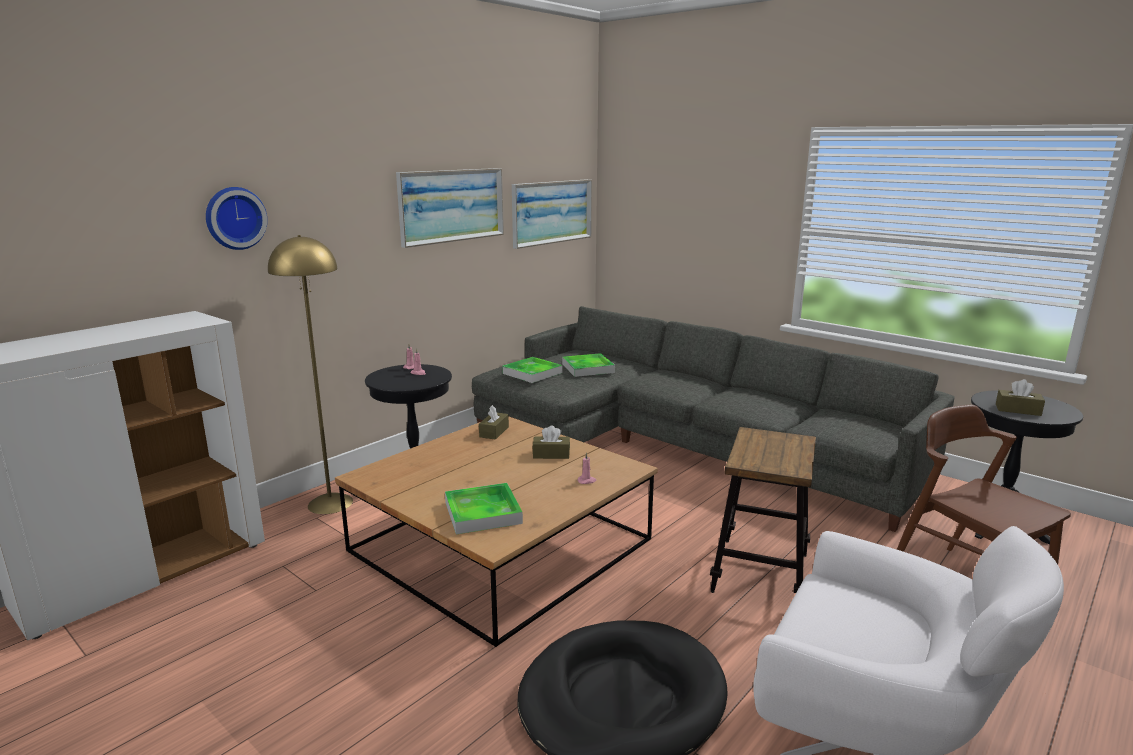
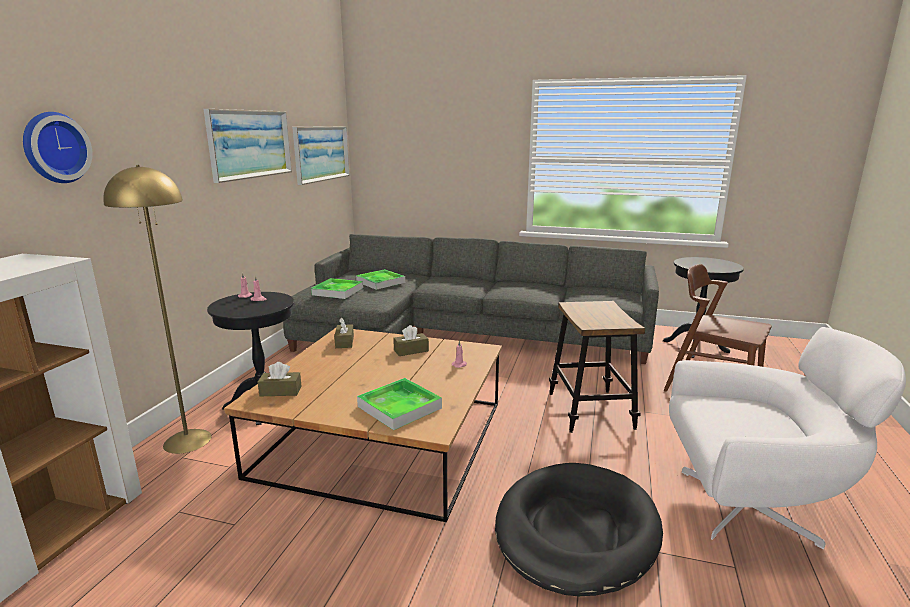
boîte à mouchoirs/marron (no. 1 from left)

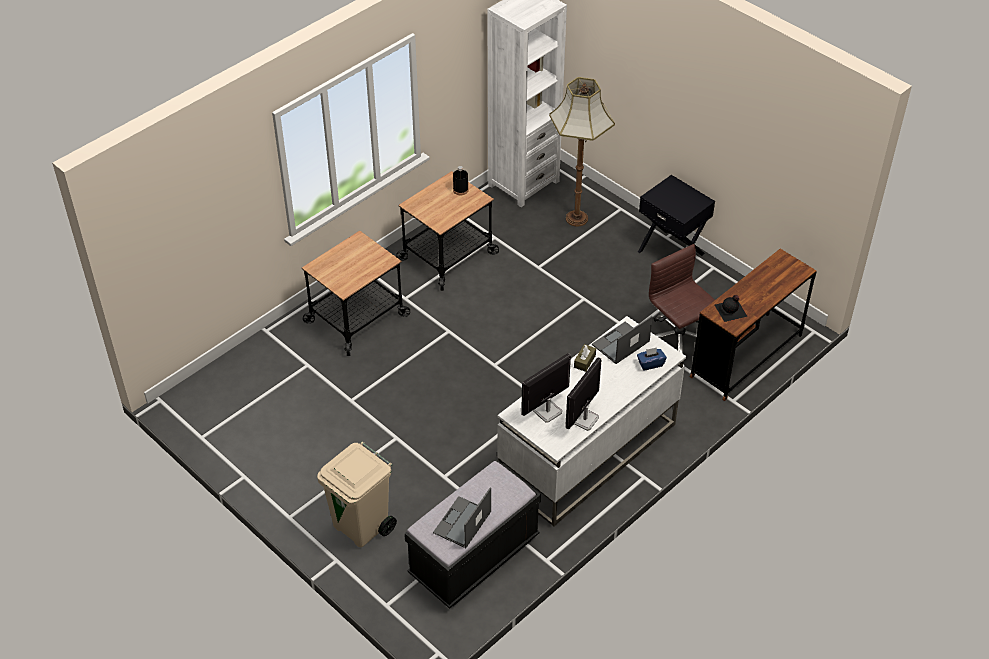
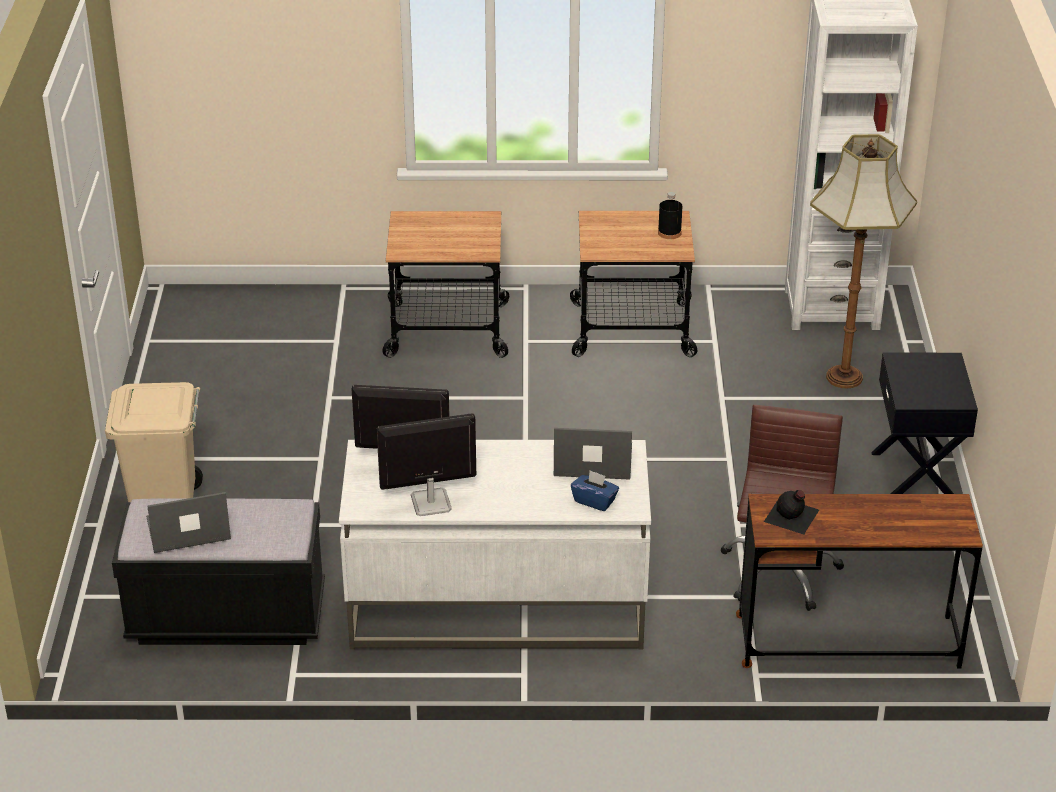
boîte à mouchoirs/marron

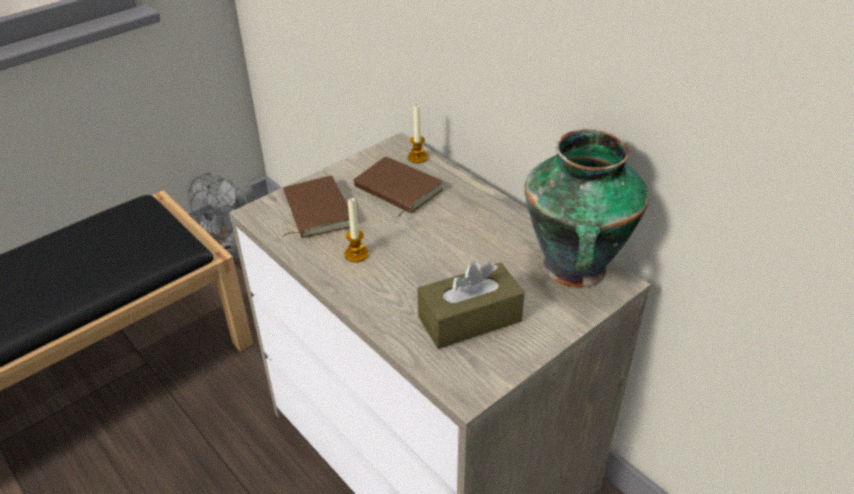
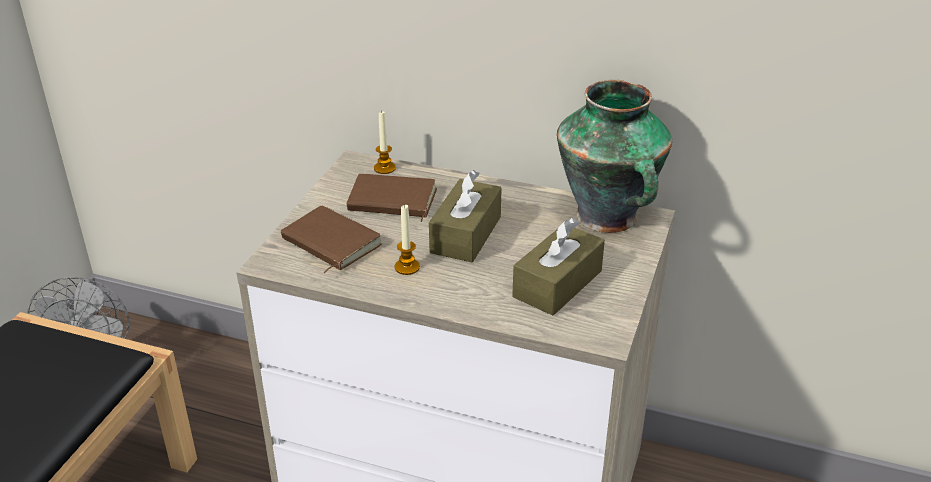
boîte à mouchoirs/marron (no. 1 from left)

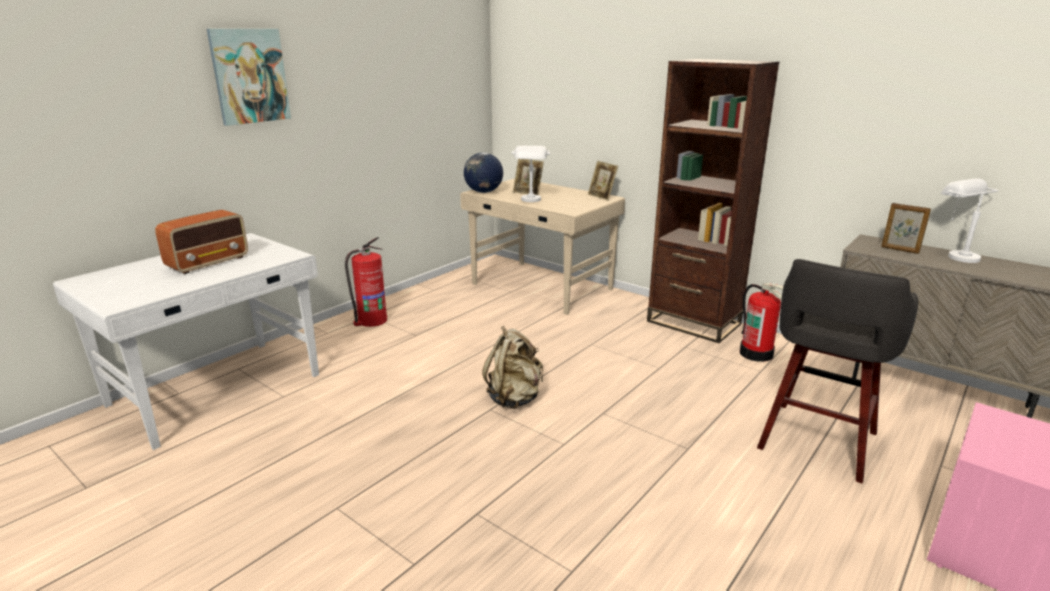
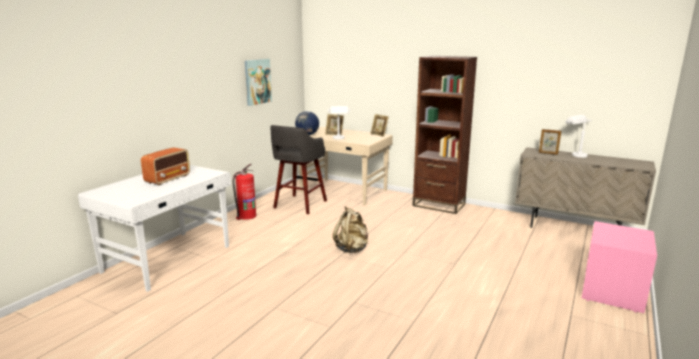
tableau; tabouret/gris; extincteur (no. 2 from left in the first image)

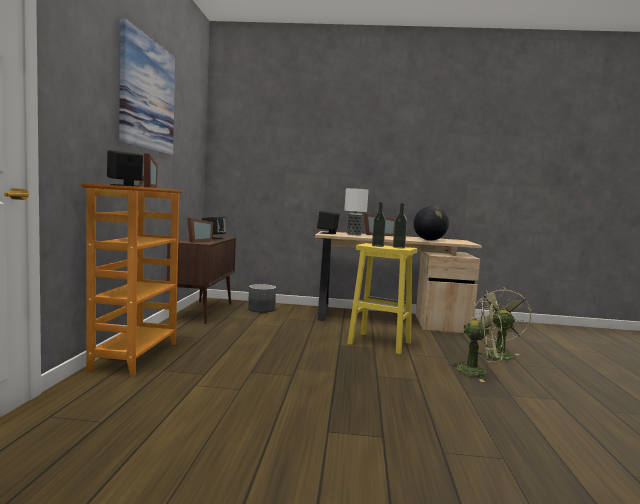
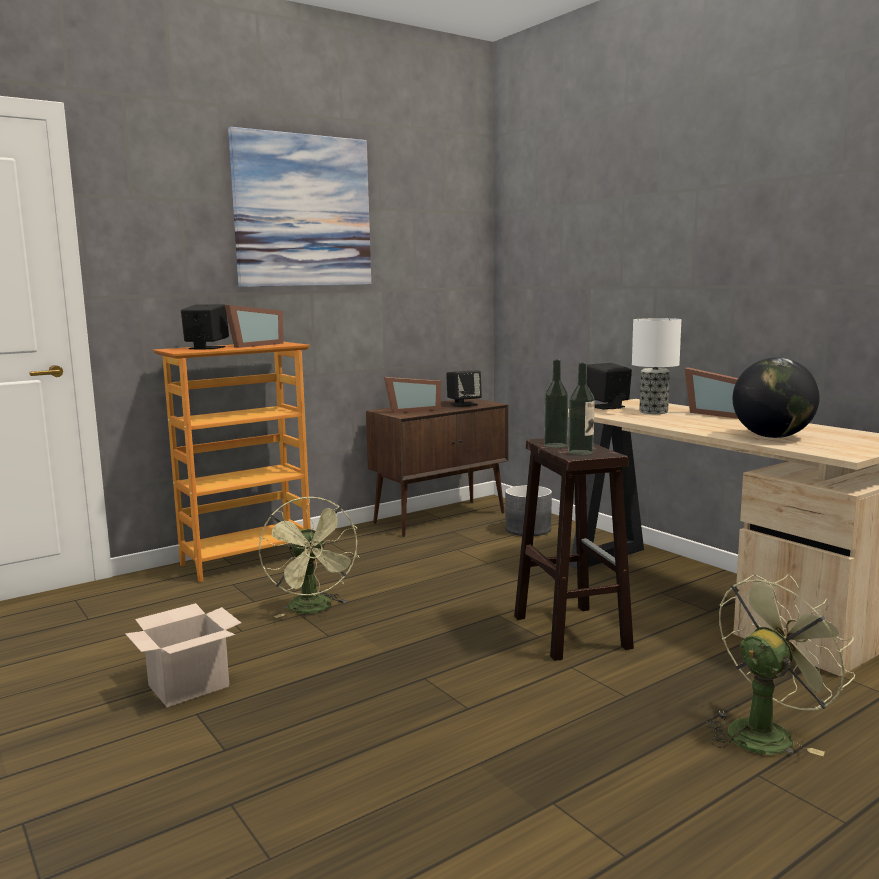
tabouret/marron; ventilateur/vert (no. 1 from left); carton

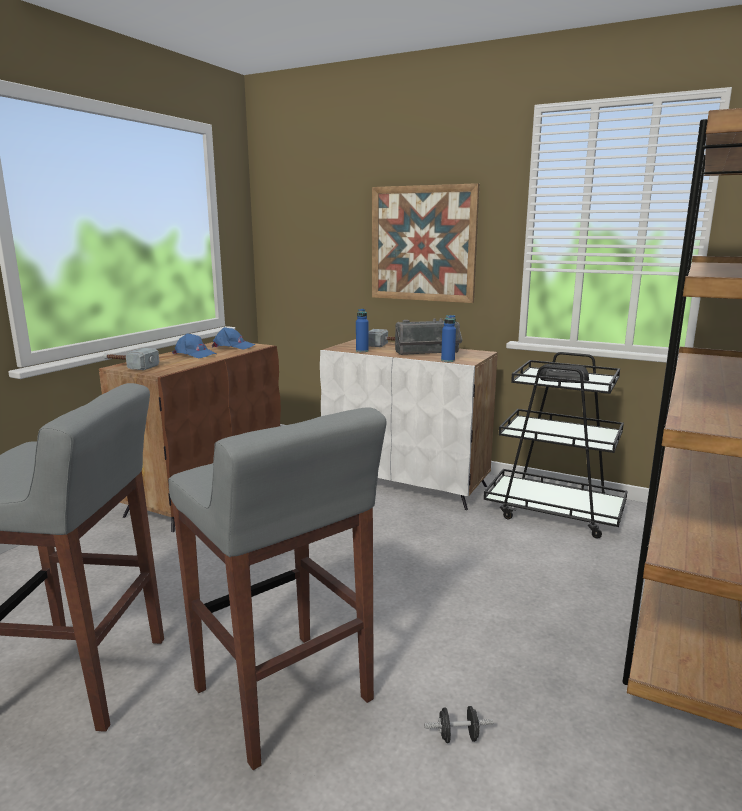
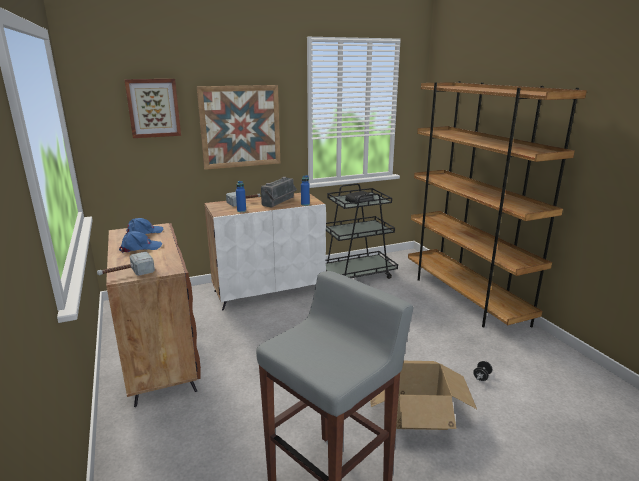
carton; tableau (no. 1 from left)

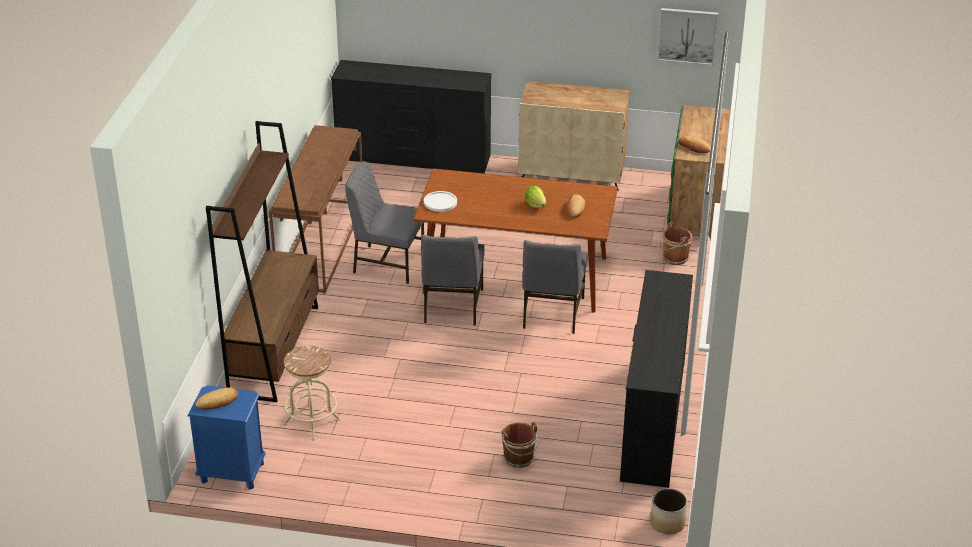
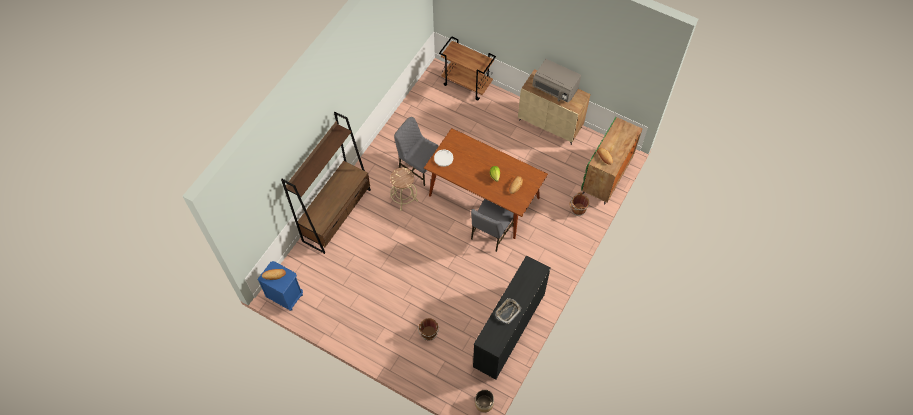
tableau; chariot/marron; table console/marron; chaise/gris (no. 2 from left in the first image); tabouret/beige; micro-ondes/gris; plateau

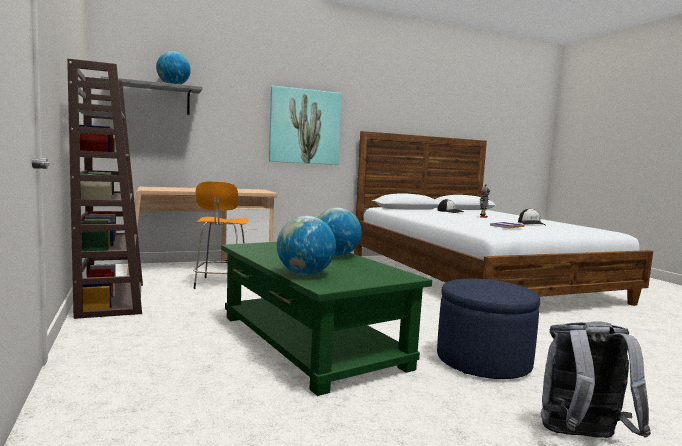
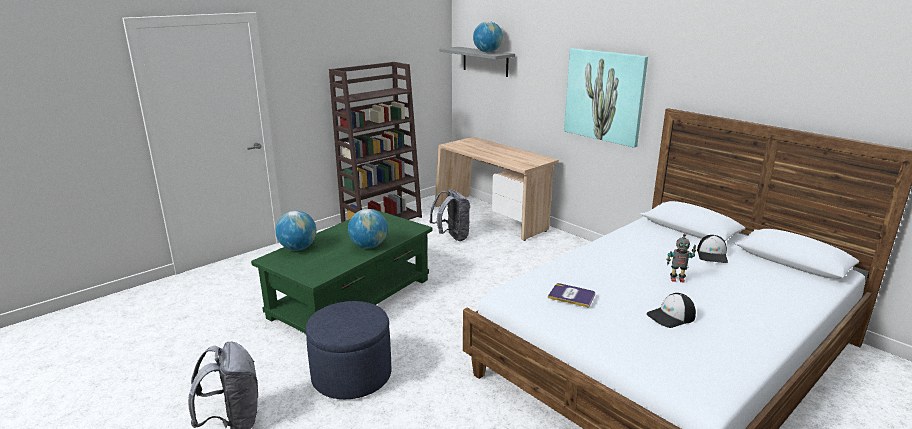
sac à dos/gris (no. 2 from left)

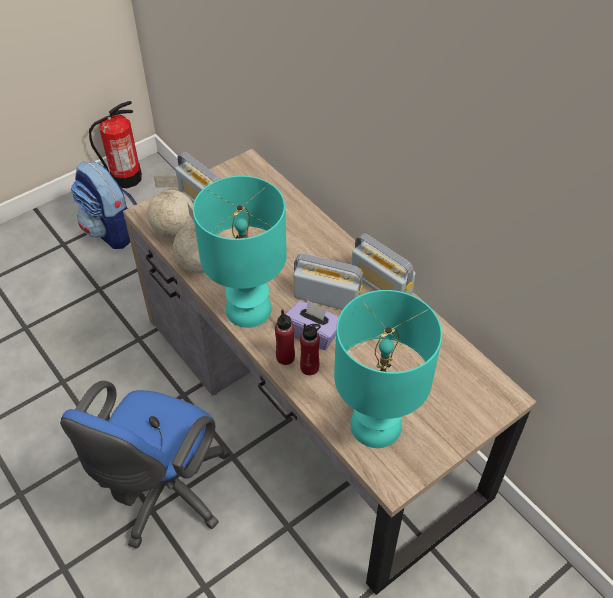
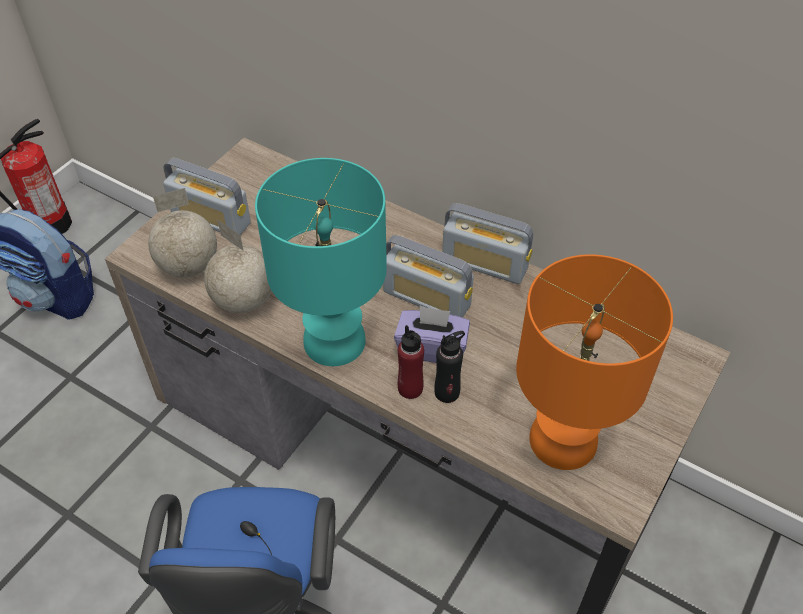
radio (no. 2 from left); lampe de table/orange; bouteille/noir

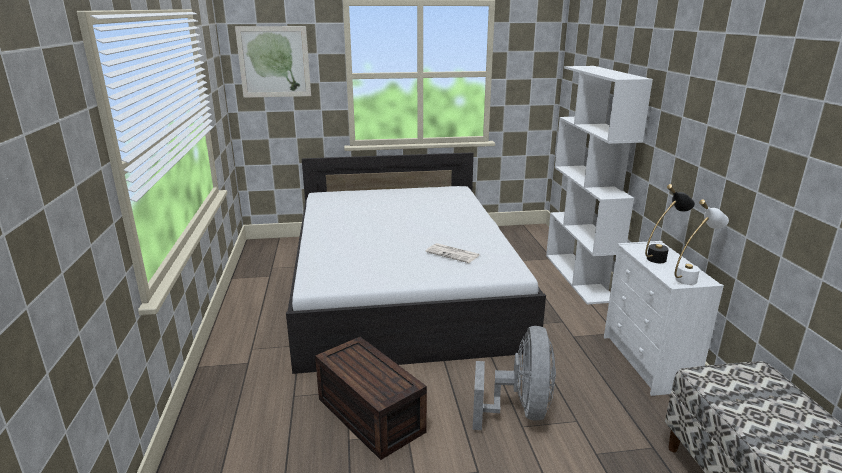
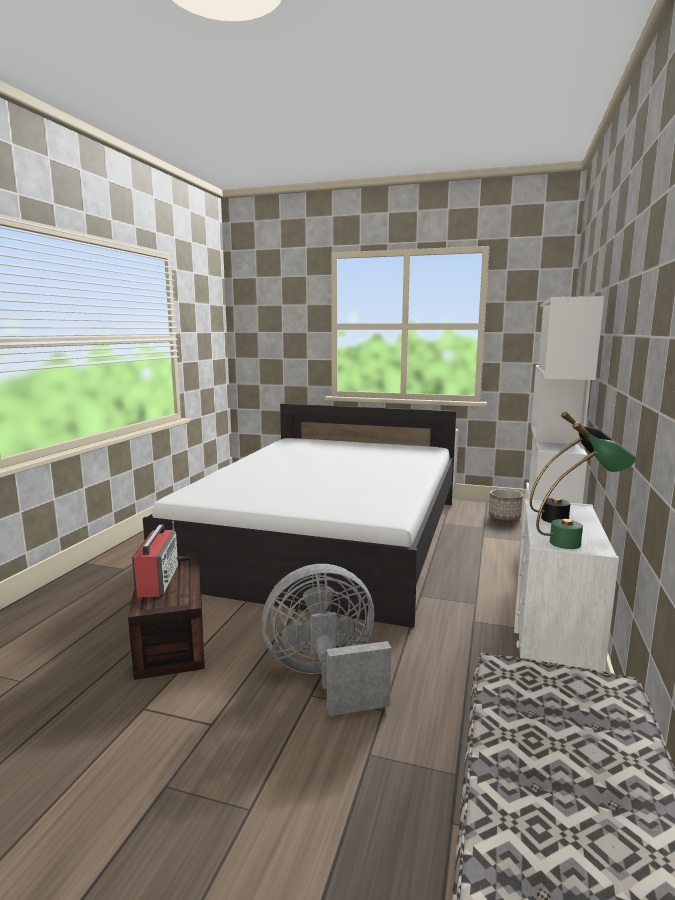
tableau; lampe de table/vert; journal; ventilateur/gris; cache-pot; radio

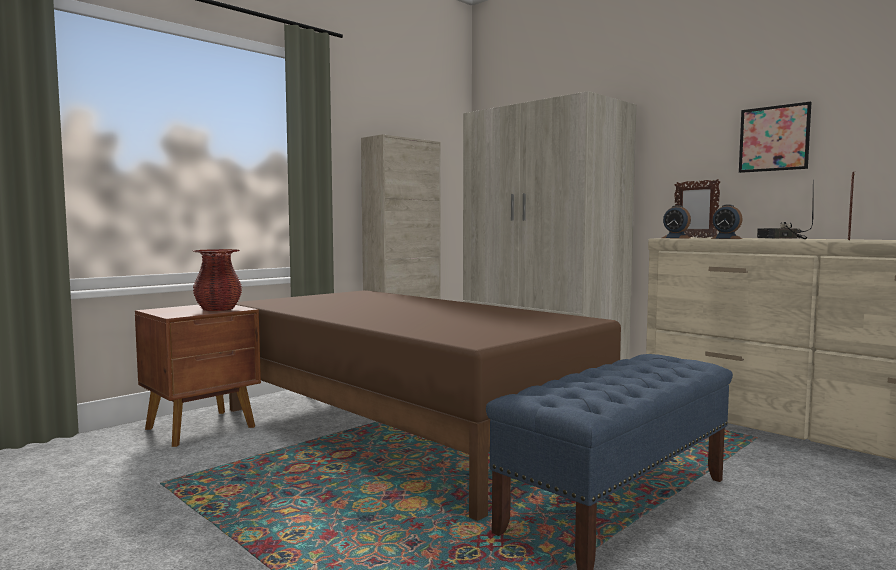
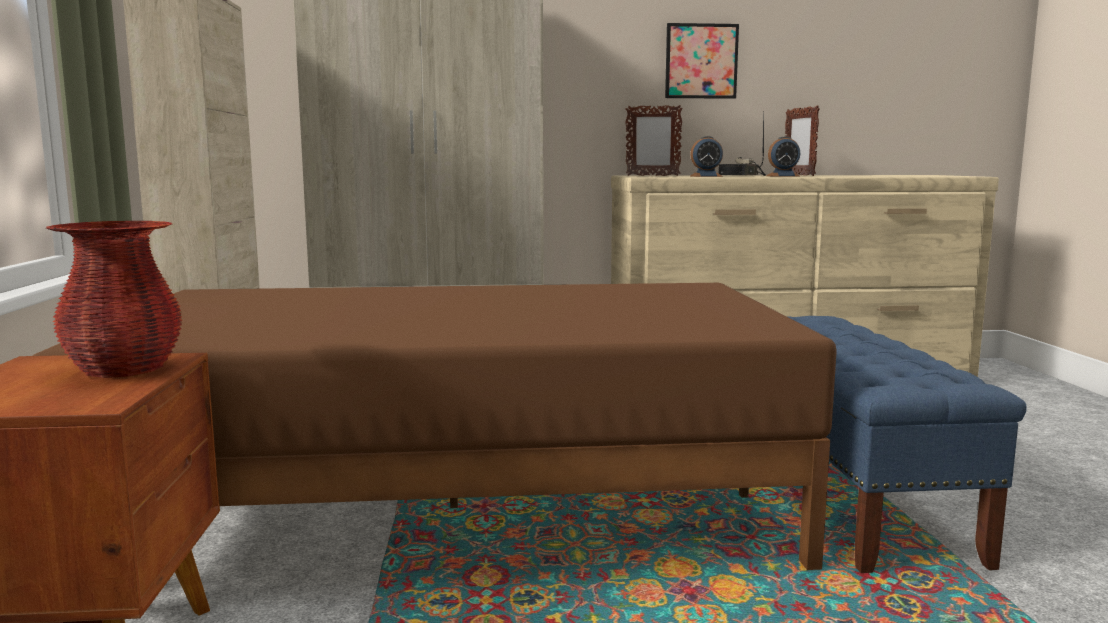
réveil (no. 2 from left)

